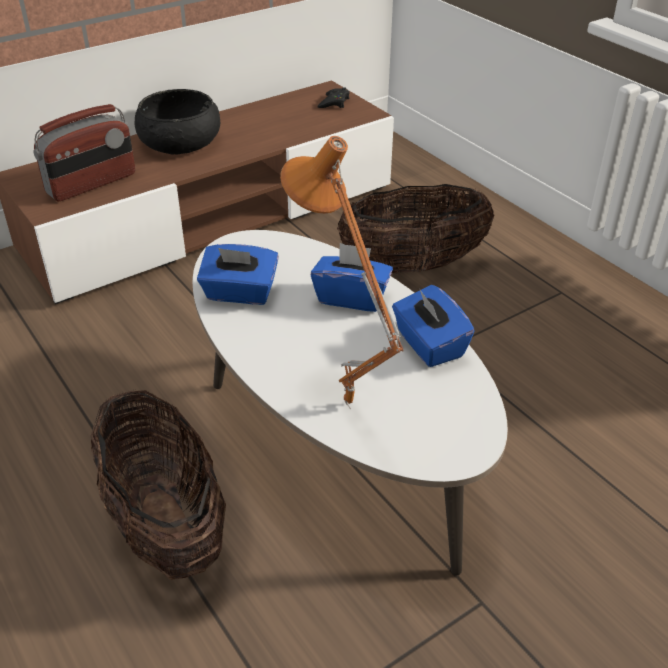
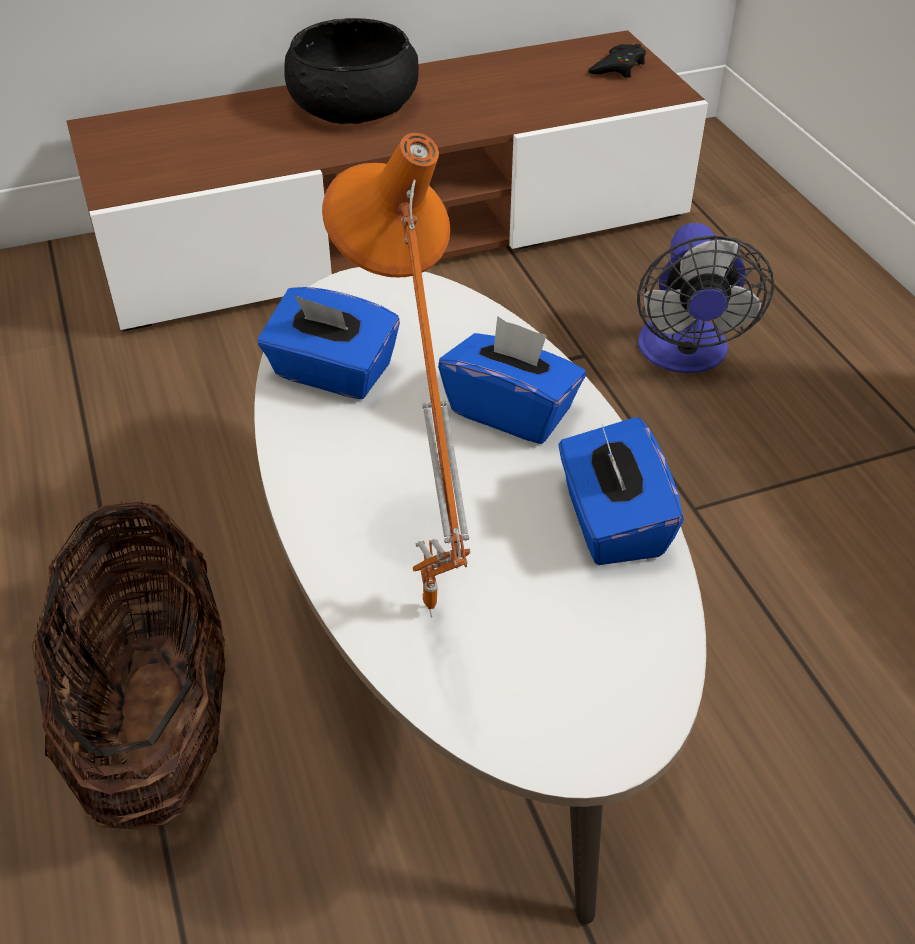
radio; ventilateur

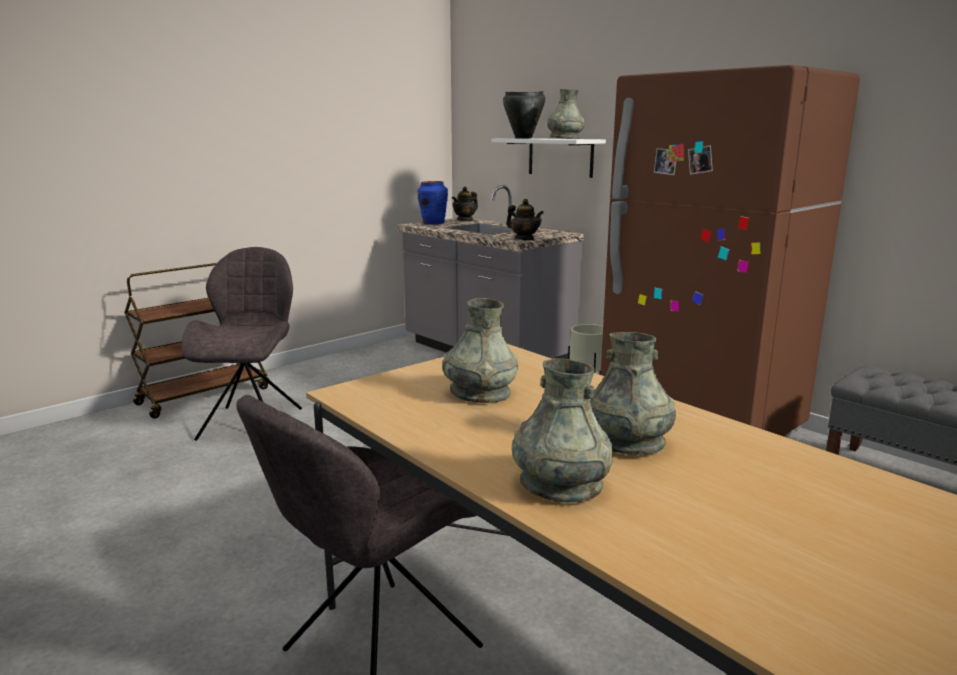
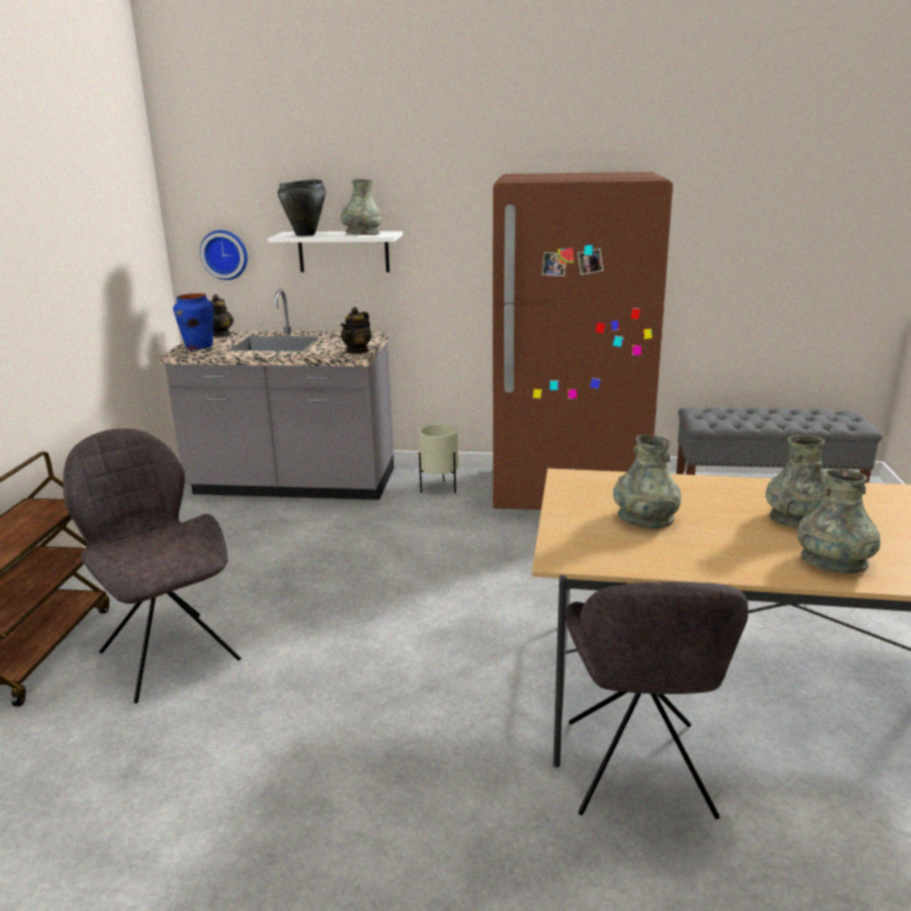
théière (no. 2 from left); horloge murale

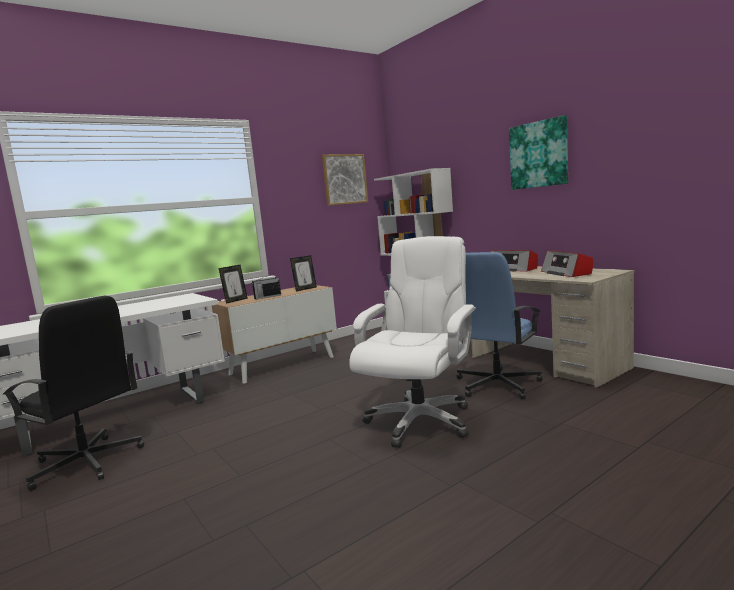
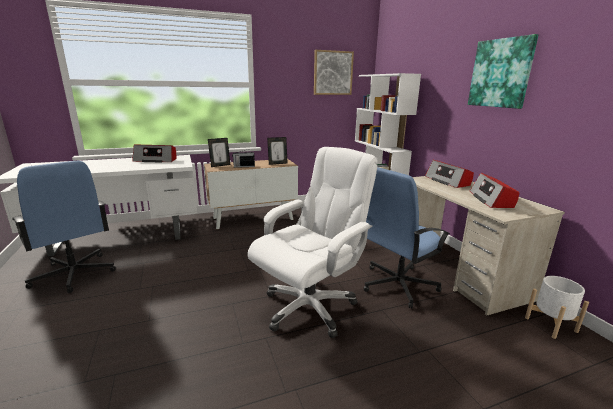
chaise de bureau/bleu (no. 1 from left); radio (no. 1 from left); cache-pot/blanc

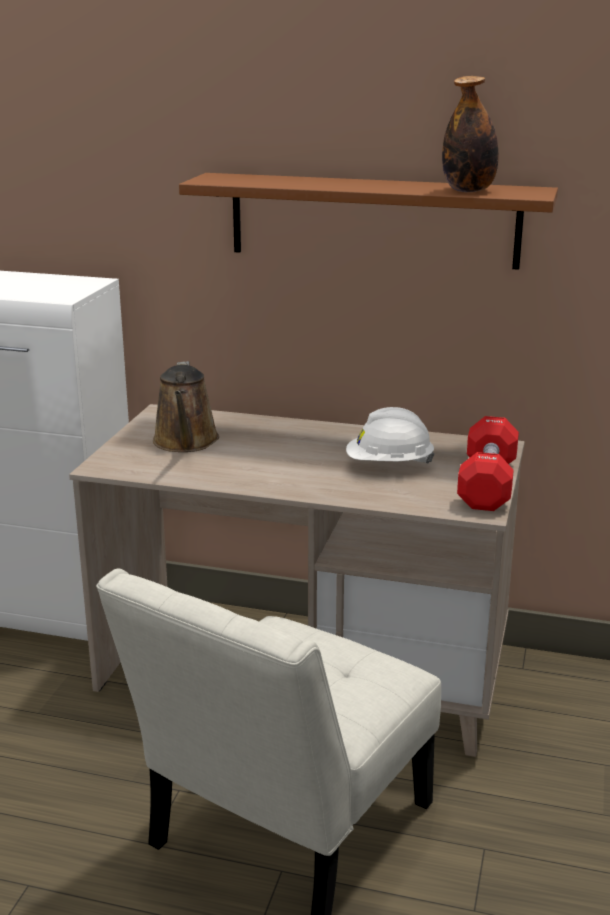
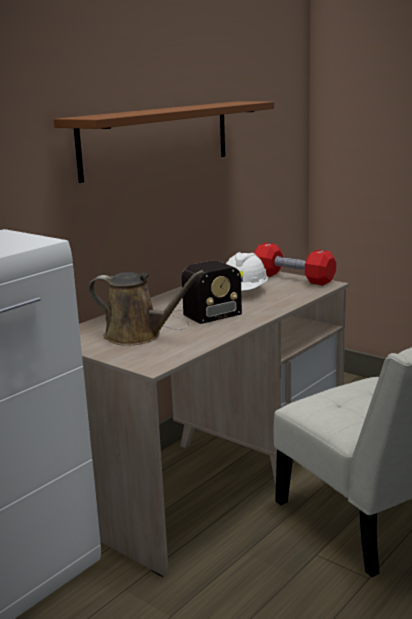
bouteille; radio

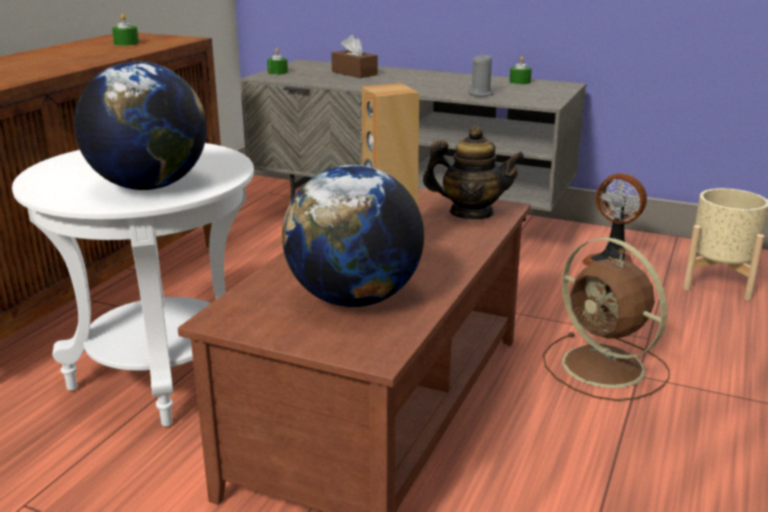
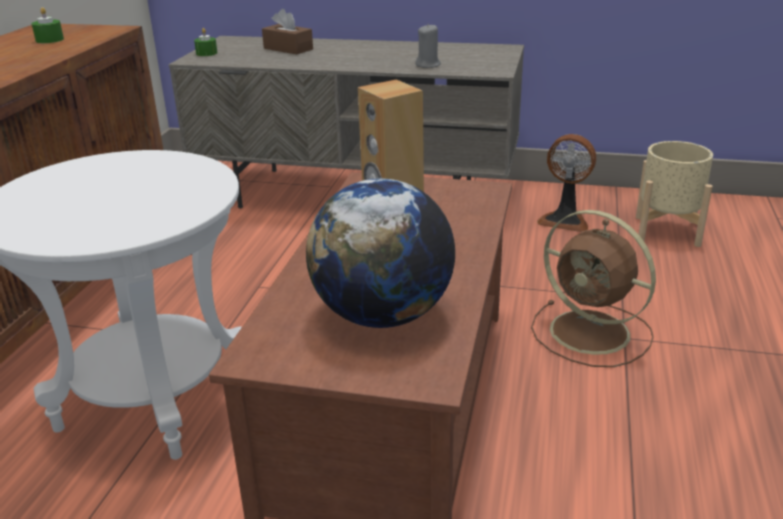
bougie/vert (no. 3 from left in the first image); globe (no. 1 from left in the first image); théière

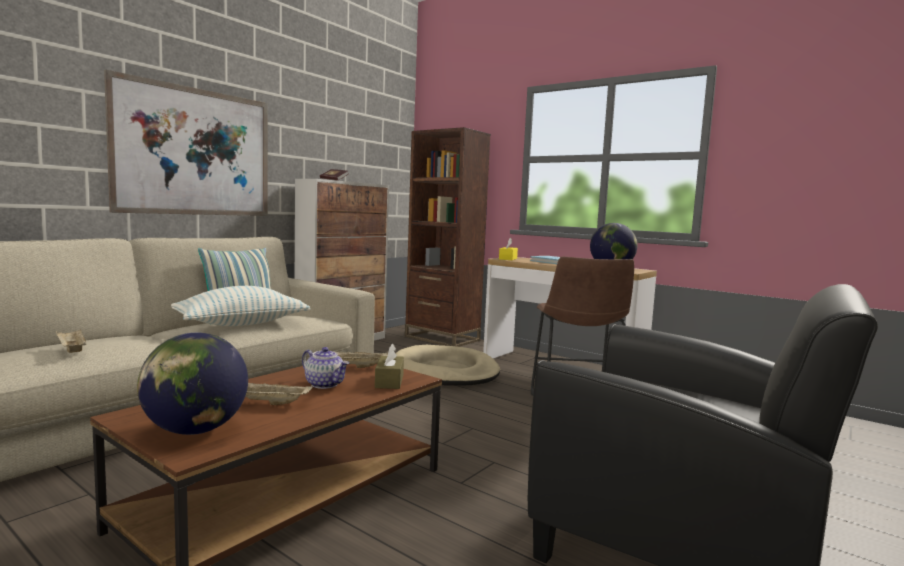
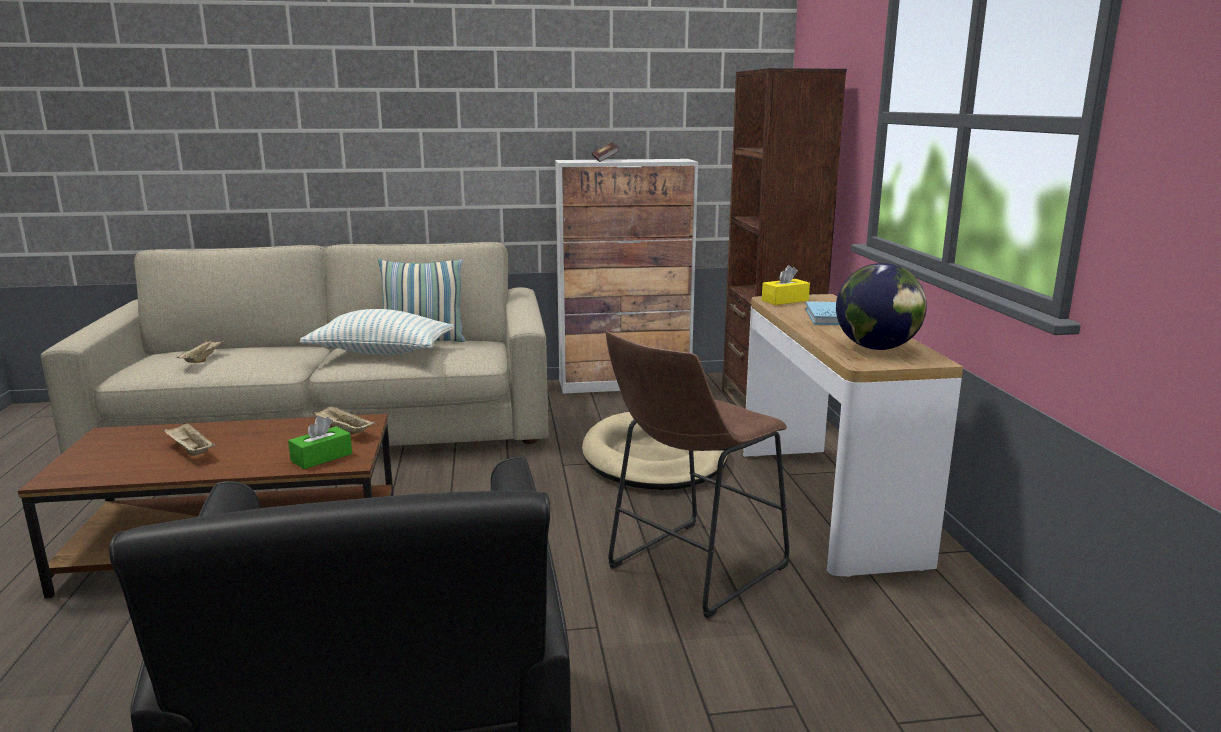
tableau; globe (no. 1 from left in the first image); boîte à mouchoirs/vert; théière

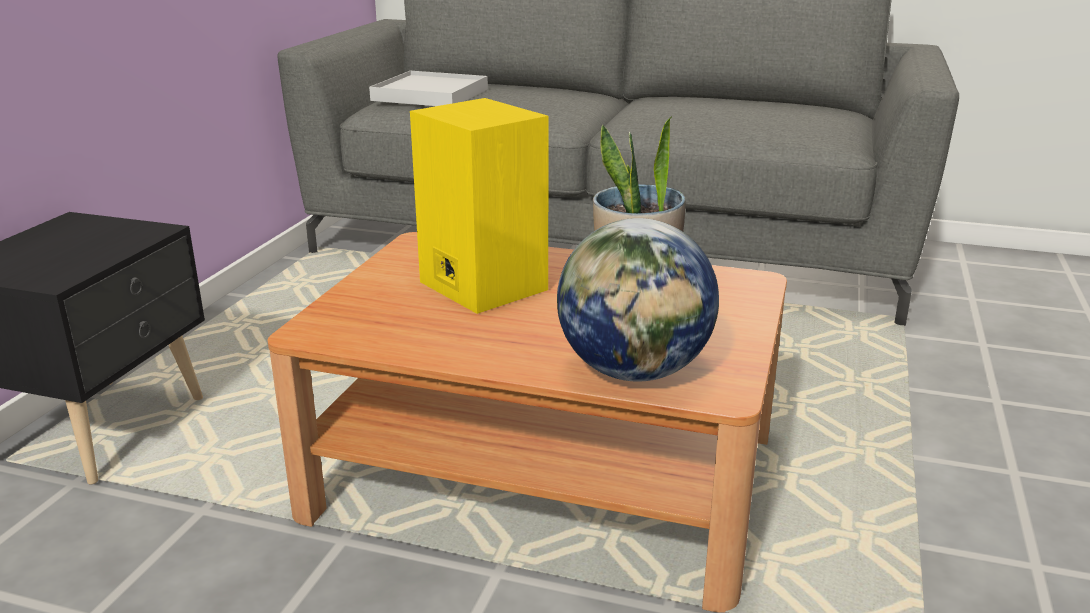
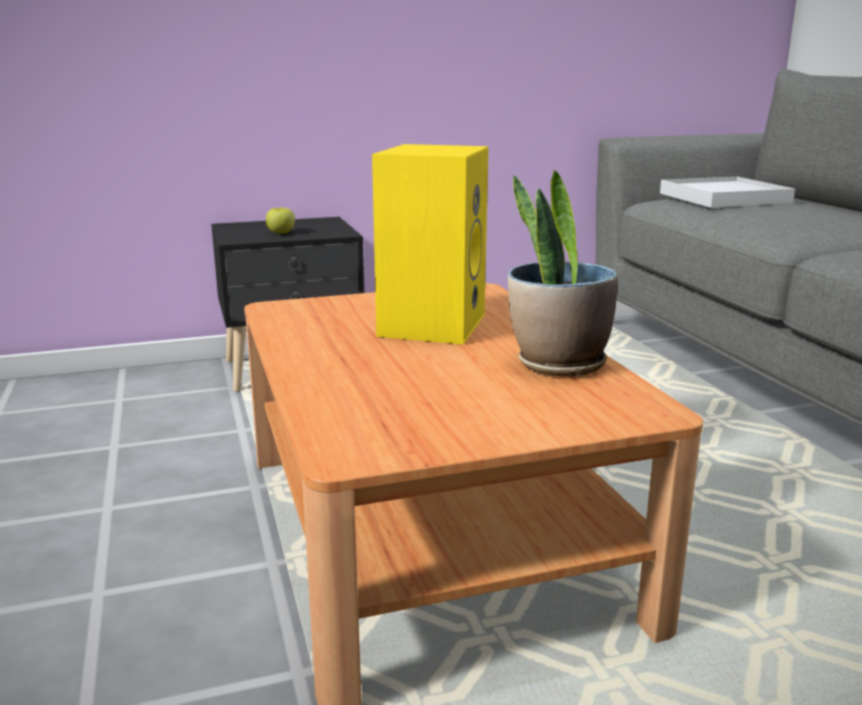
globe; pomme

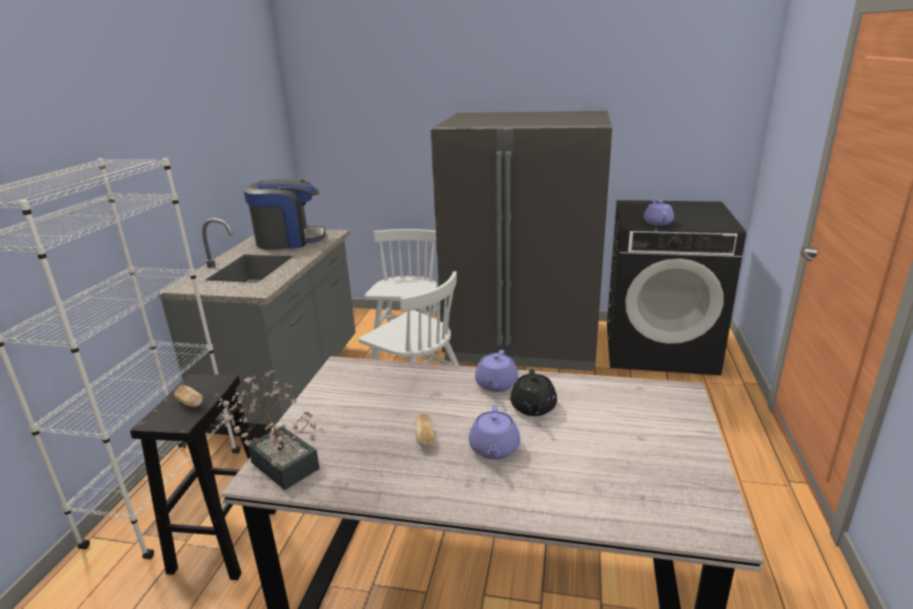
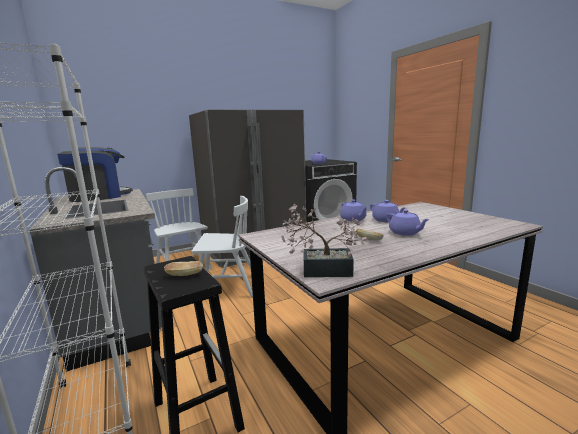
théière/violet (no. 3 from left)

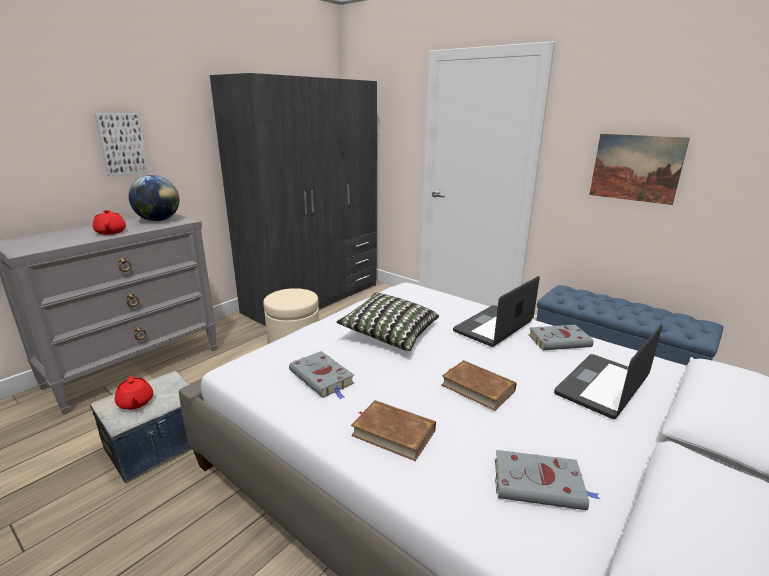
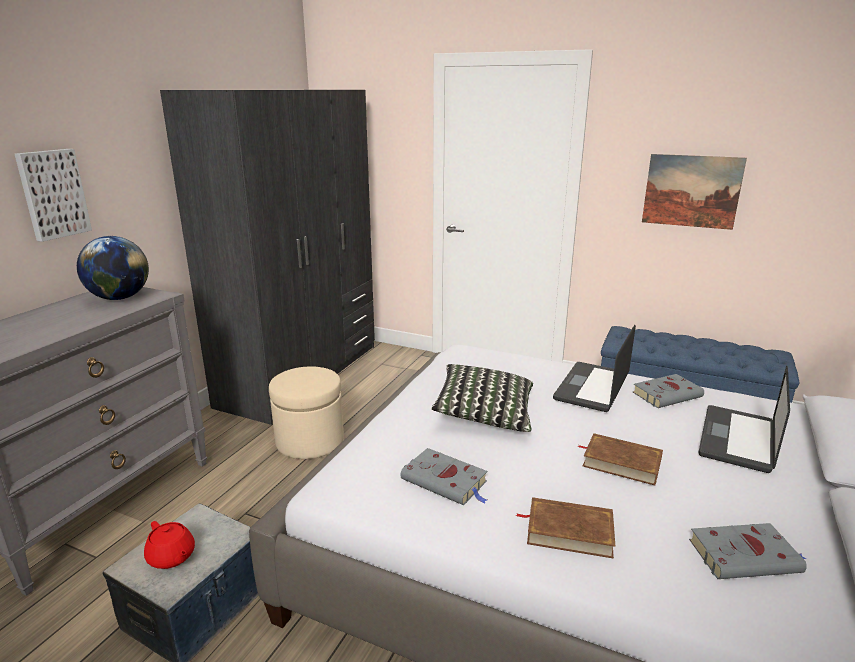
théière/rouge (no. 1 from left in the first image)

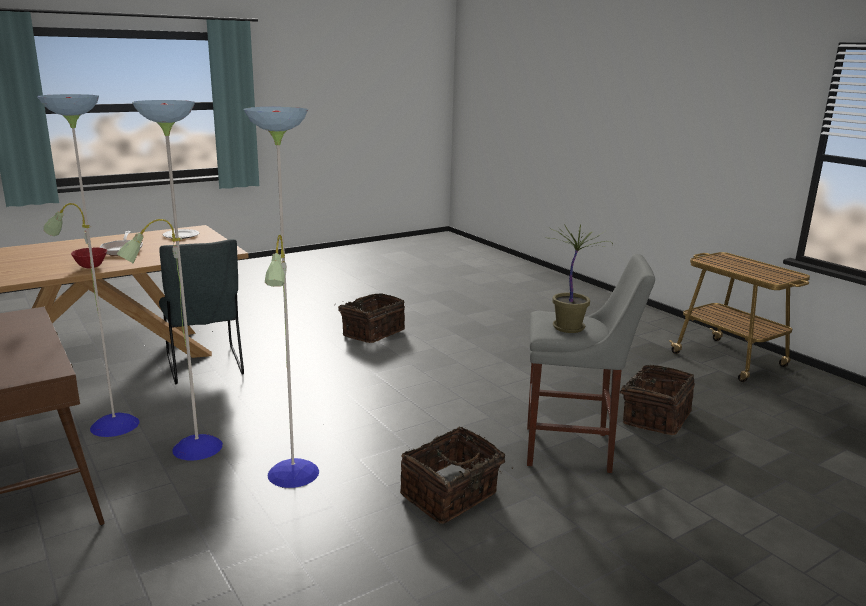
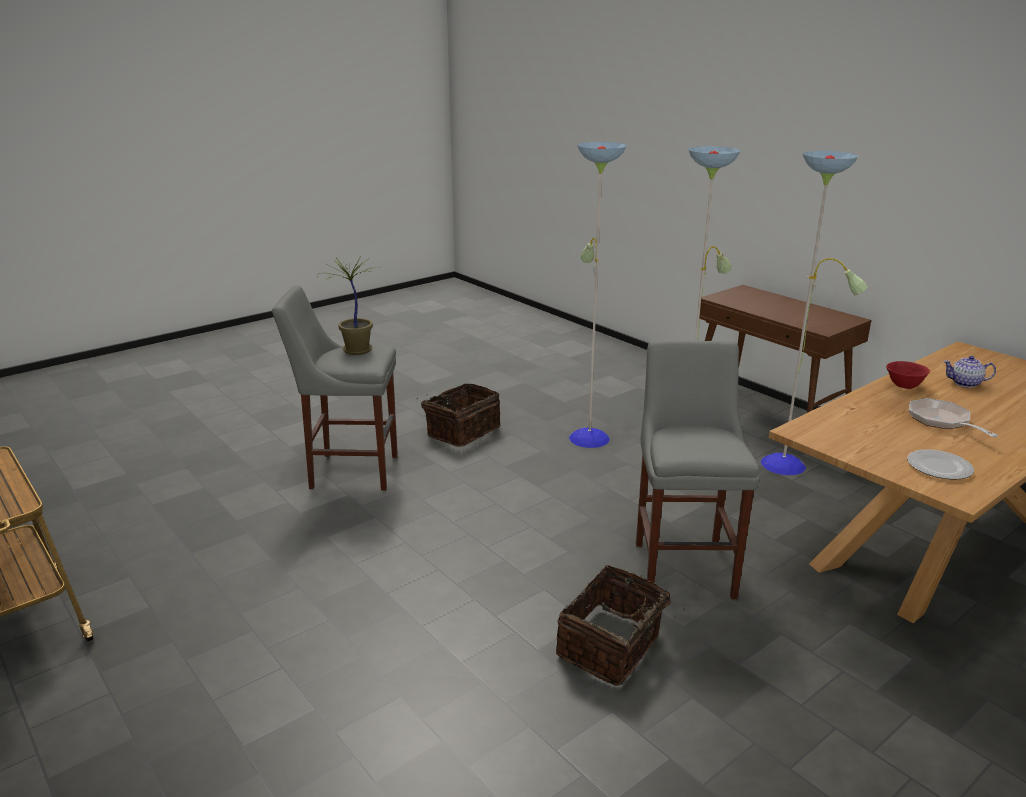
chaise/gris; panier (no. 3 from left in the first image); tabouret/gris (no. 2 from left); théière

